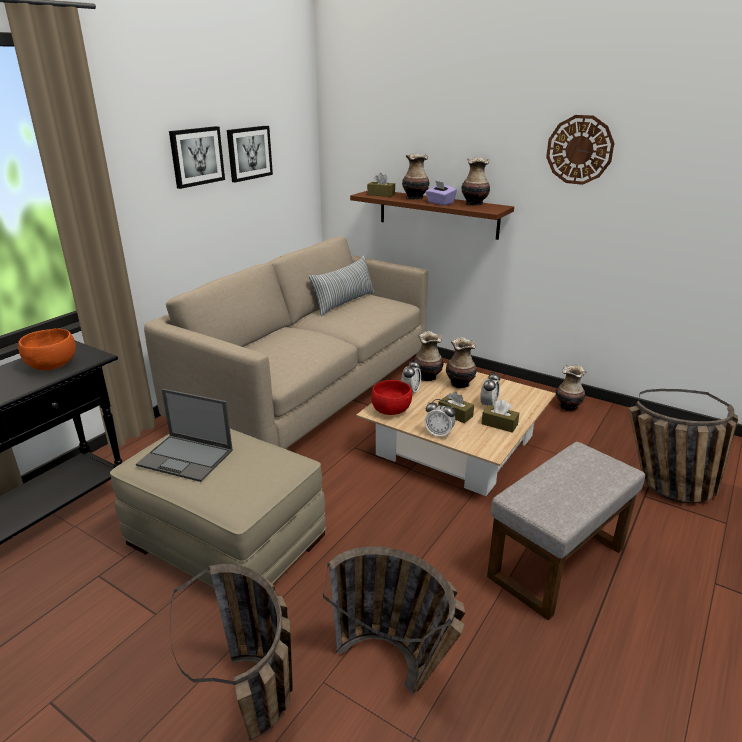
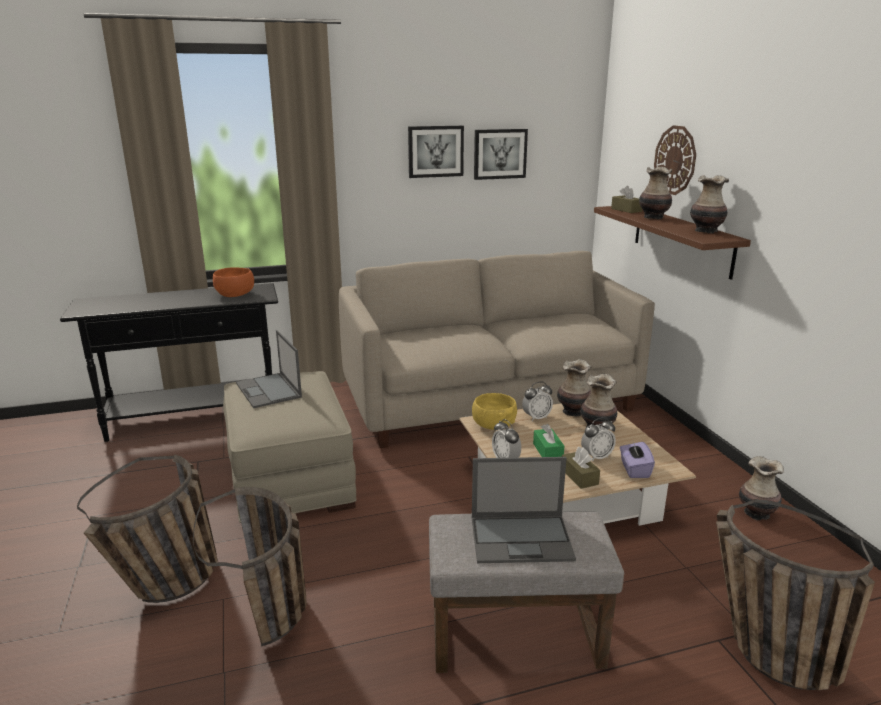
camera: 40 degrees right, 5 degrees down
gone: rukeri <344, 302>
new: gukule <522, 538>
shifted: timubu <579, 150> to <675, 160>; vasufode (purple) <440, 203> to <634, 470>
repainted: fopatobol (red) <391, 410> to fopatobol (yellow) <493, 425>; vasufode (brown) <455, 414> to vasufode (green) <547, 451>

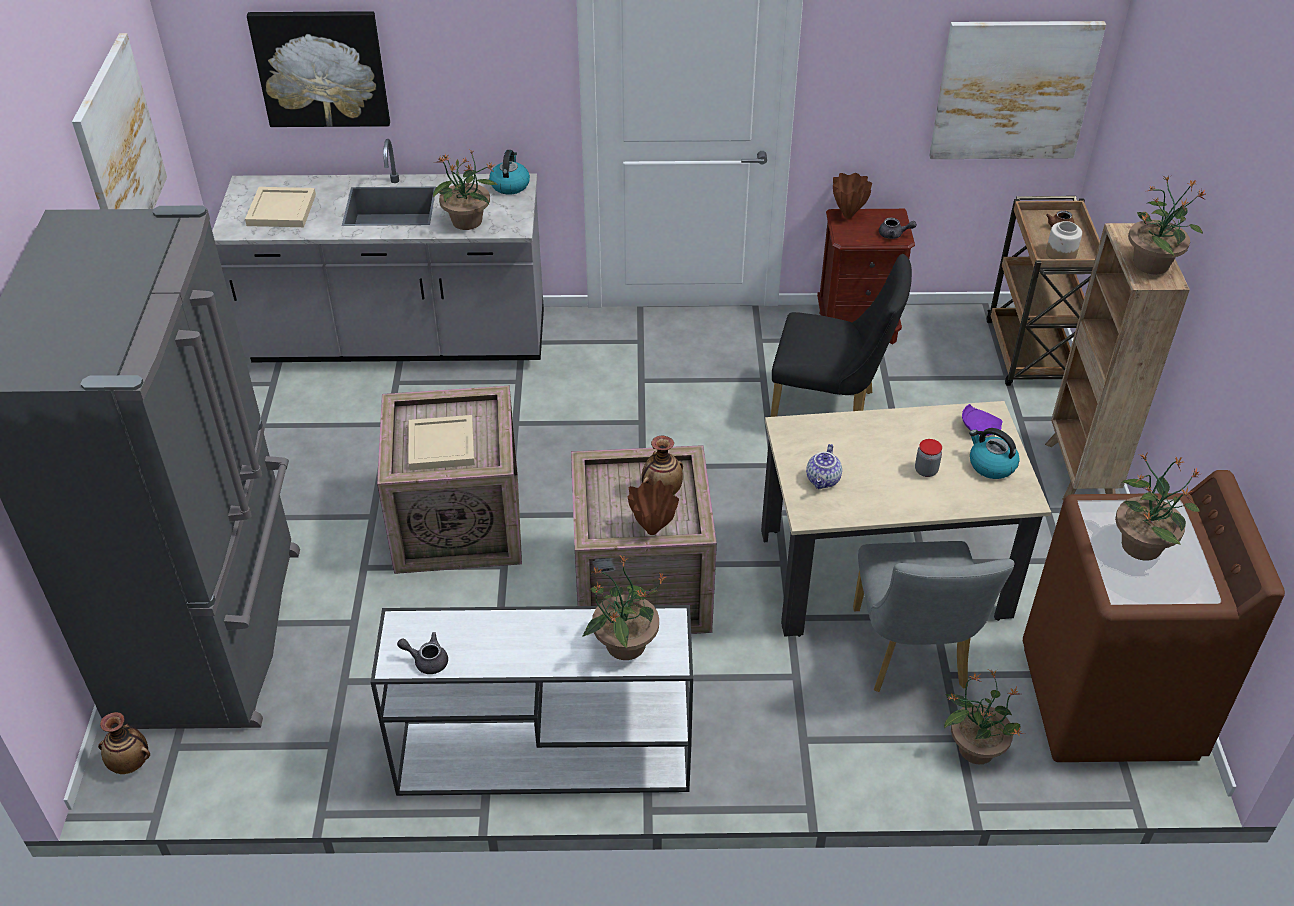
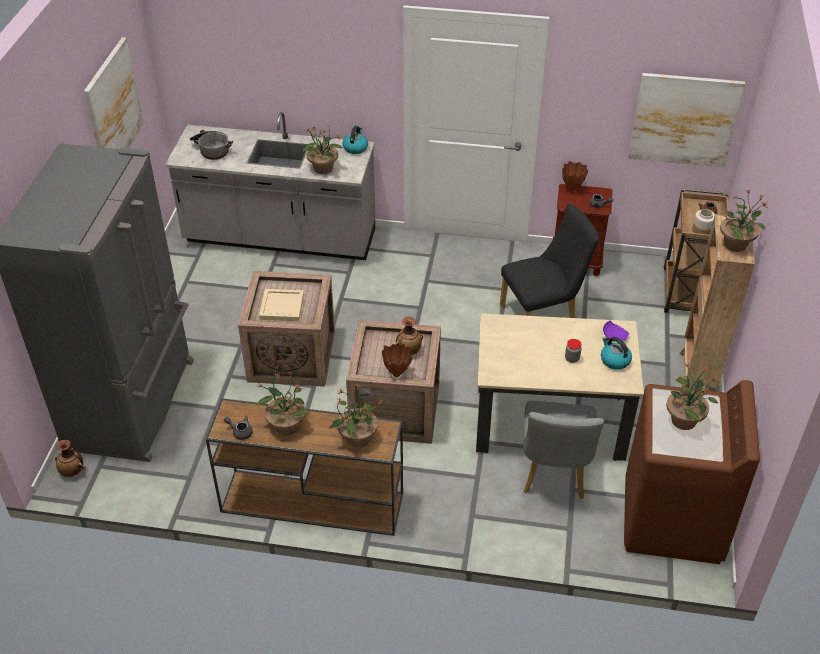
camera: 10 degrees right, 0 degrees up
gone: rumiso <321, 68>; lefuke <823, 480>
shifted: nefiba <975, 748> to <286, 426>
swapped: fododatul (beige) <280, 210> to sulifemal <211, 150>
repainted: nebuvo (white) <541, 757> to nebuvo (brown) <310, 502>
rotated: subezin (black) <830, 411> = <543, 315> 45 degrees counterclockwise

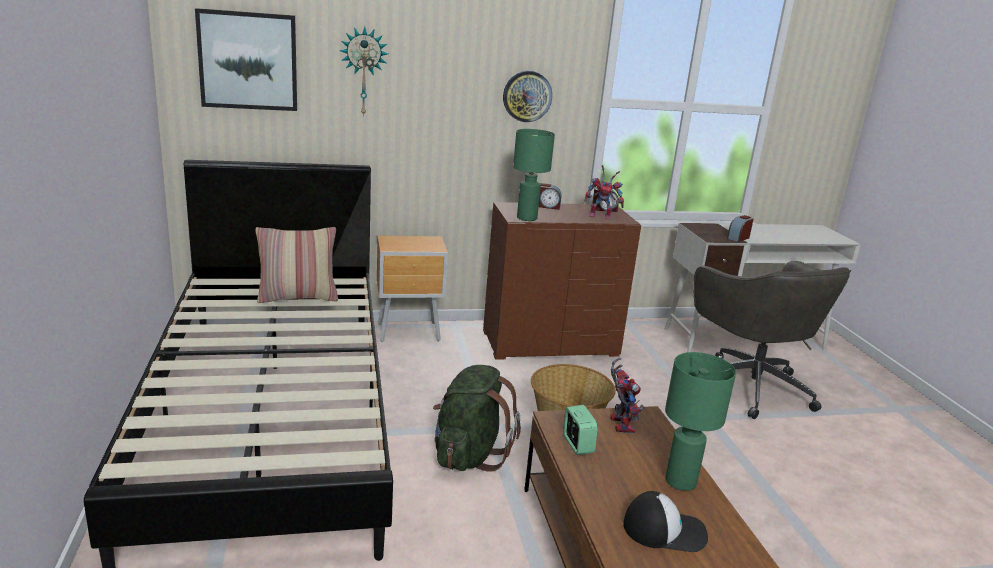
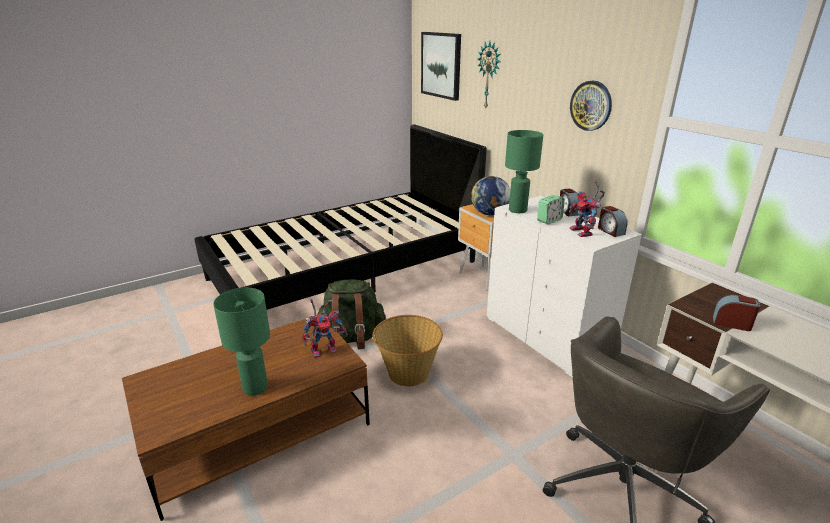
camera: 70 degrees right, 5 degrees up
gone: rukeri <298, 297>; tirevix <664, 529>
new: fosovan <489, 214>
shifted: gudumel <577, 445> to <549, 220>
repainted: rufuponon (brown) <549, 342> to rufuponon (white) <548, 335>

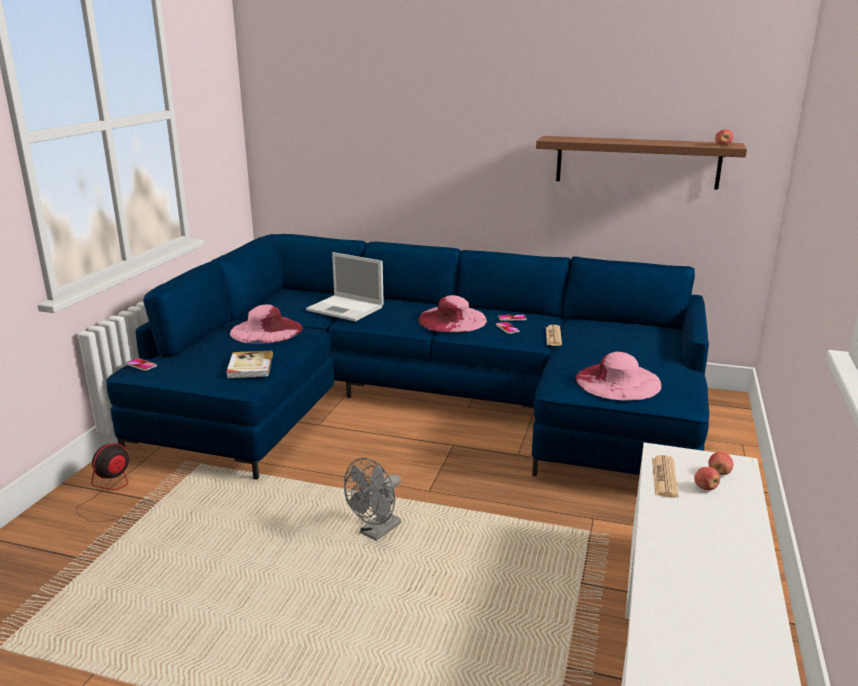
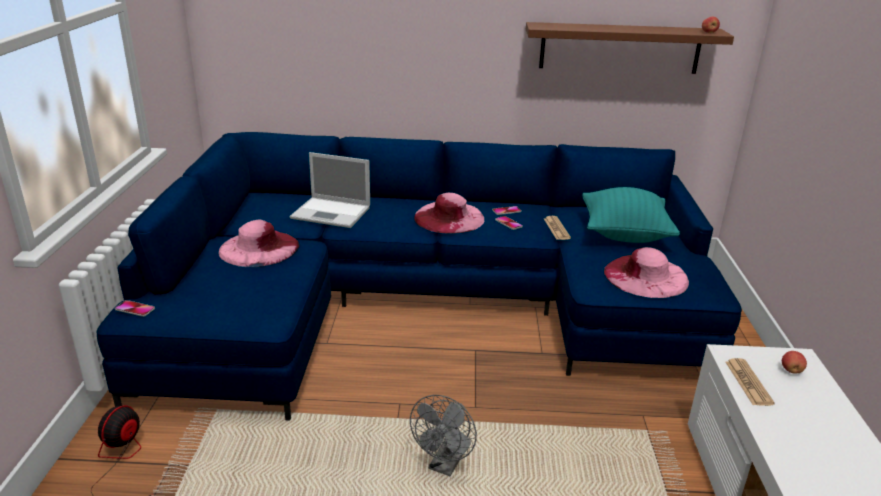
camera: 15 degrees left, 5 degrees up
gone: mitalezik <249, 367>; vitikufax <705, 488>
new: rukeri (turquoise) <624, 234>

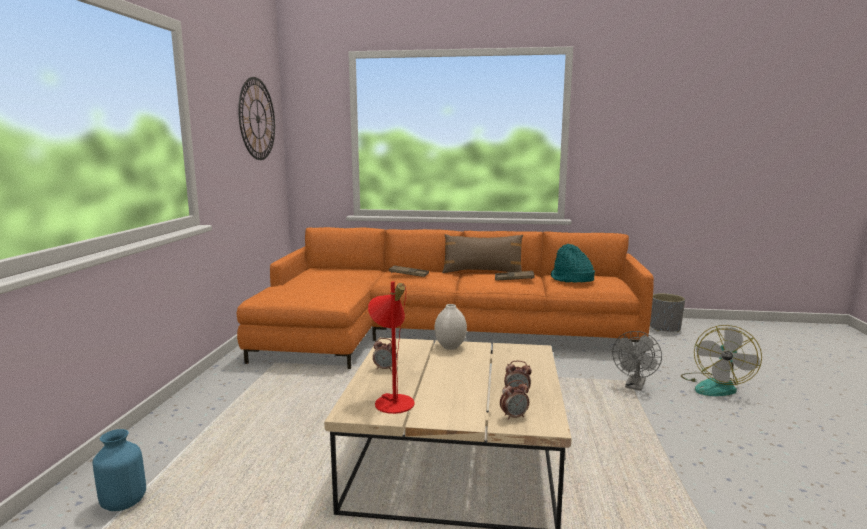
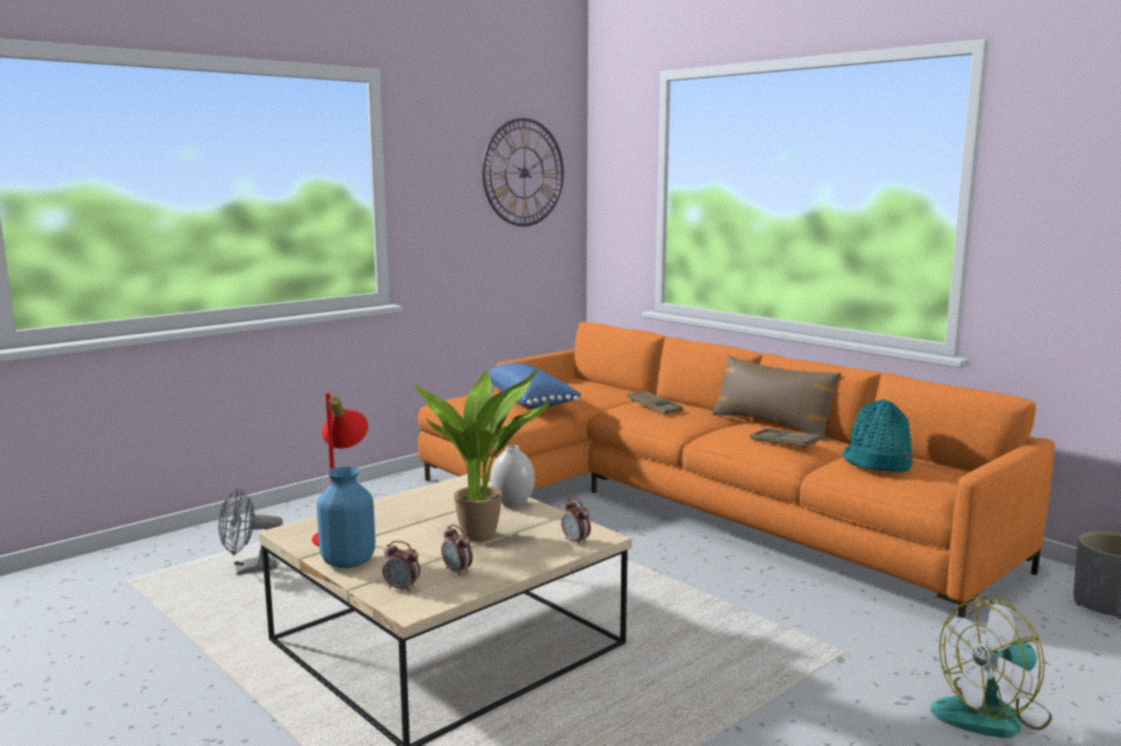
camera: 40 degrees right, 0 degrees up
new: rukeri (blue) <531, 401>; nefiba <483, 535>
shifted: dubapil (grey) <635, 386> to <249, 569>; gudumel <385, 368> to <576, 541>; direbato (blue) <123, 503> to <347, 562>

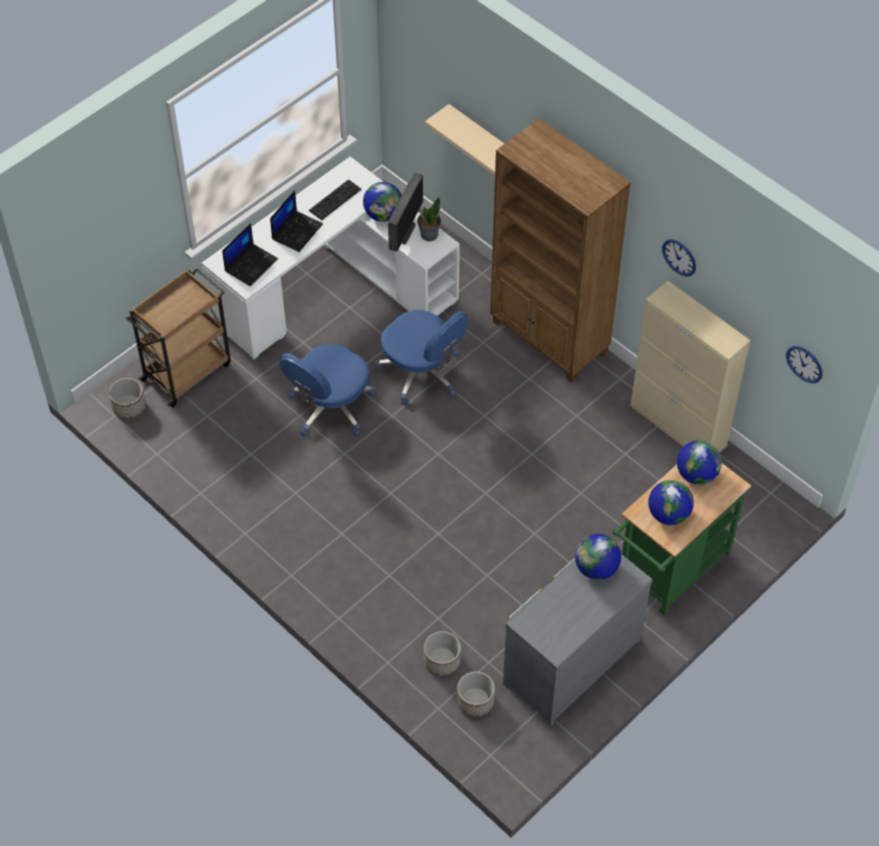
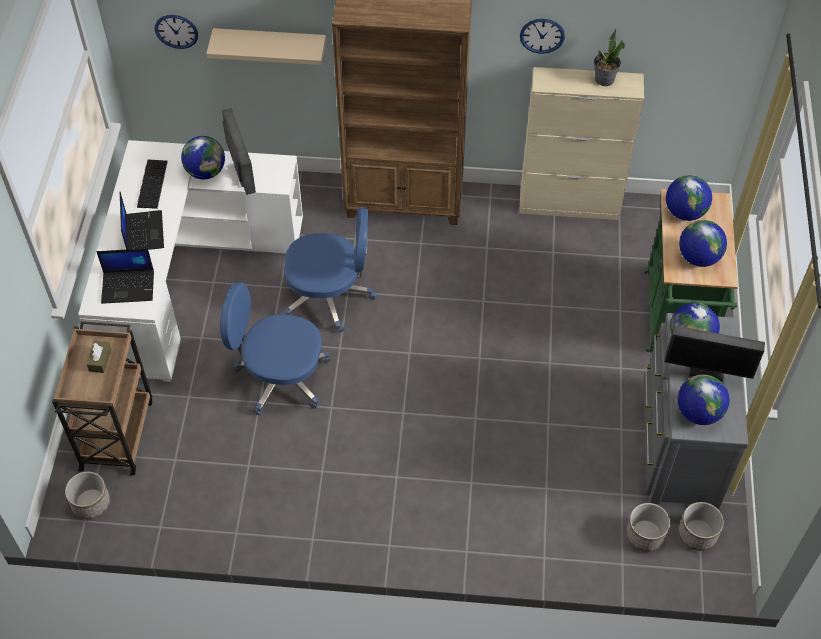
camera: 40 degrees left, 0 degrees up
new: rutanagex <706, 373>; vasufode (brown) <100, 360>; fosovan <698, 412>
shifted: nefiba <429, 234> to <604, 79>; timubu <804, 364> to <176, 31>; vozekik <442, 661> to <697, 534>
rotated: gukule <251, 264> = <129, 286> 90 degrees clockwise; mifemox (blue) <330, 408> = <280, 377> 105 degrees clockwise

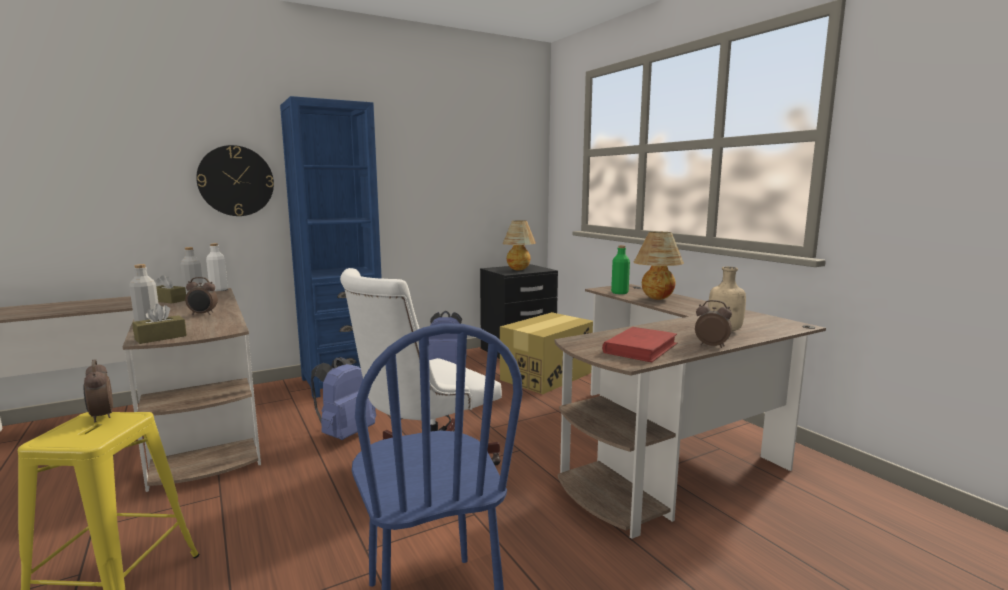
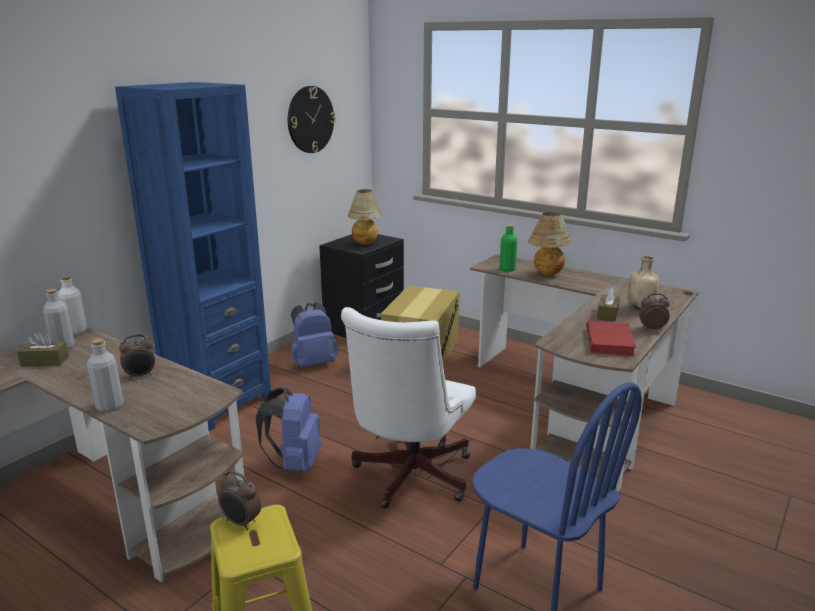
camera: 25 degrees left, 10 degrees up
shifted: timubu <236, 181> to <310, 119>; vasufode (brown) <161, 337> to <607, 314>

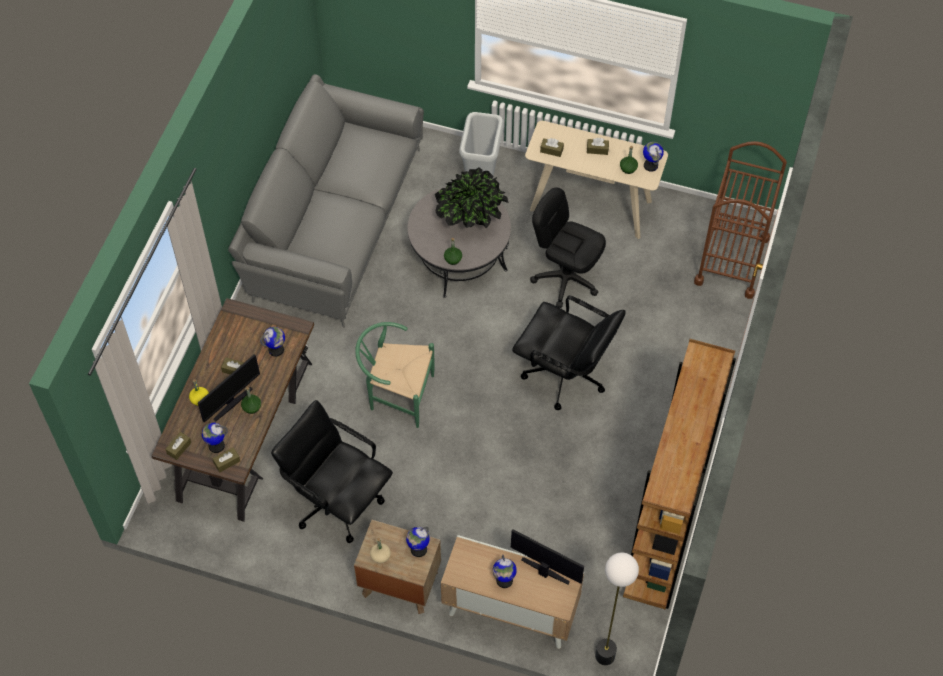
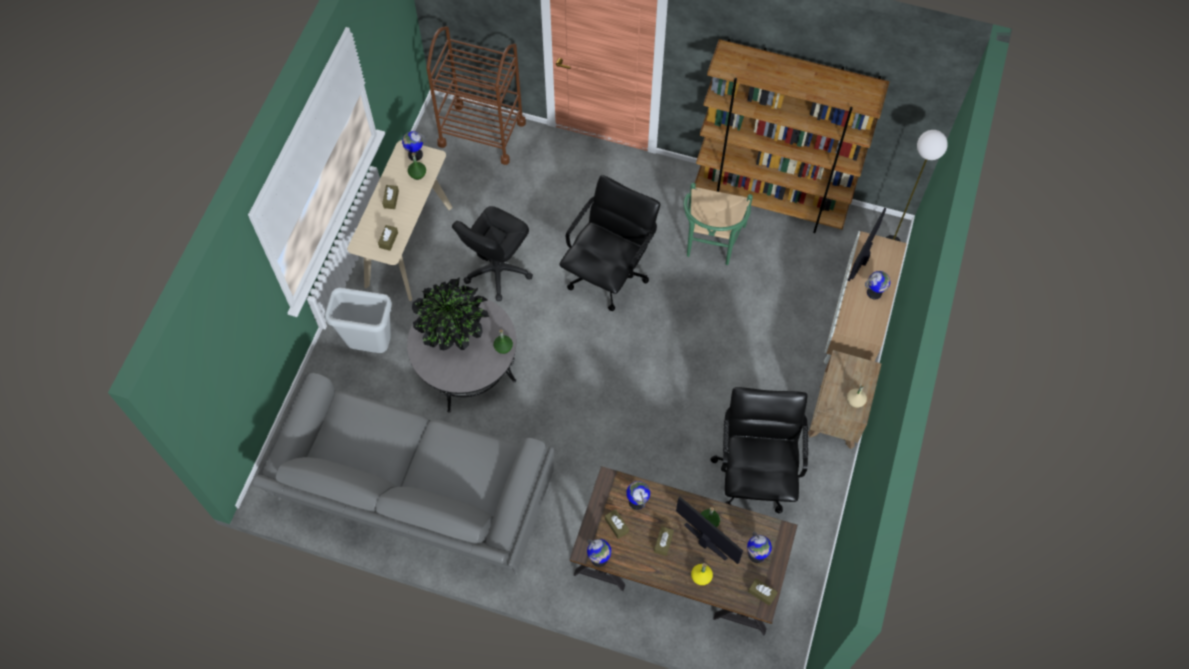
camera: 90 degrees left, 5 degrees up
shifted: subezin (green) <396, 395> to <711, 244>; vasufode (brown) <227, 462> to <616, 525>; fosovan <418, 549> to <599, 558>
rotated: mifemox (black) <337, 501> = <755, 475> 150 degrees clockwise

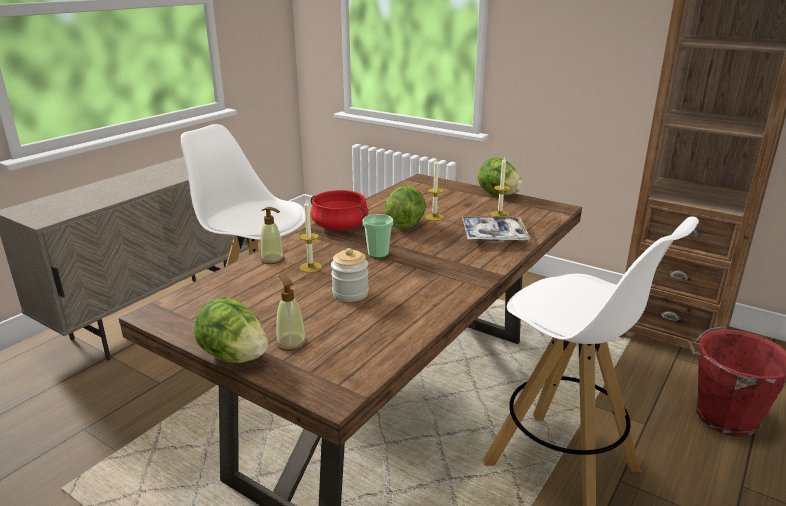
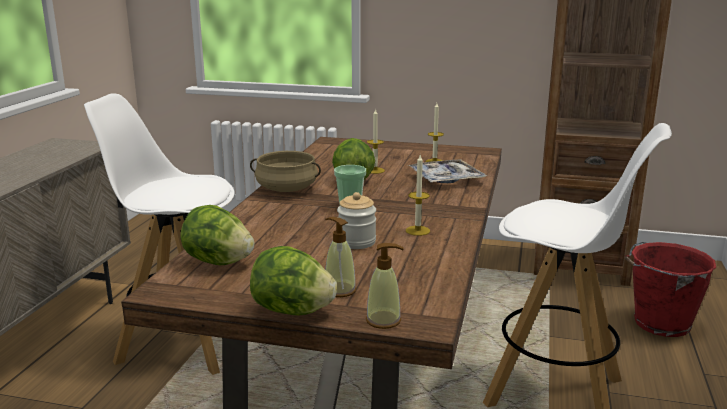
camera: 20 degrees left, 5 degrees down
shifted: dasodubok <498, 194> to <218, 262>; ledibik <310, 267> to <417, 230>; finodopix <272, 259> to <383, 320>
repainted: sulifemal (red) <339, 226> to sulifemal (beige) <286, 189>

